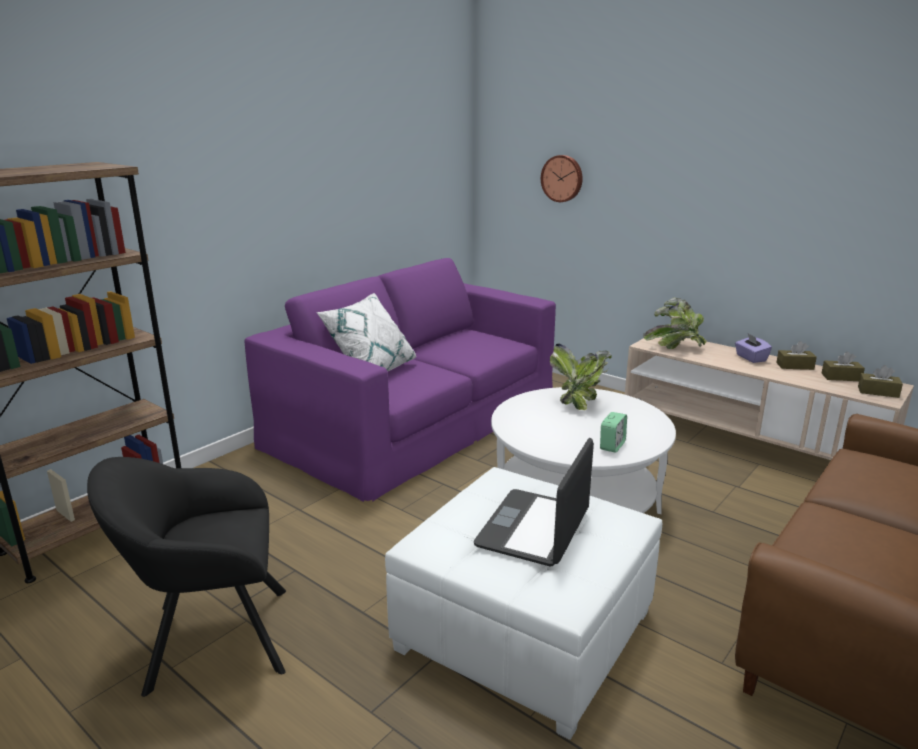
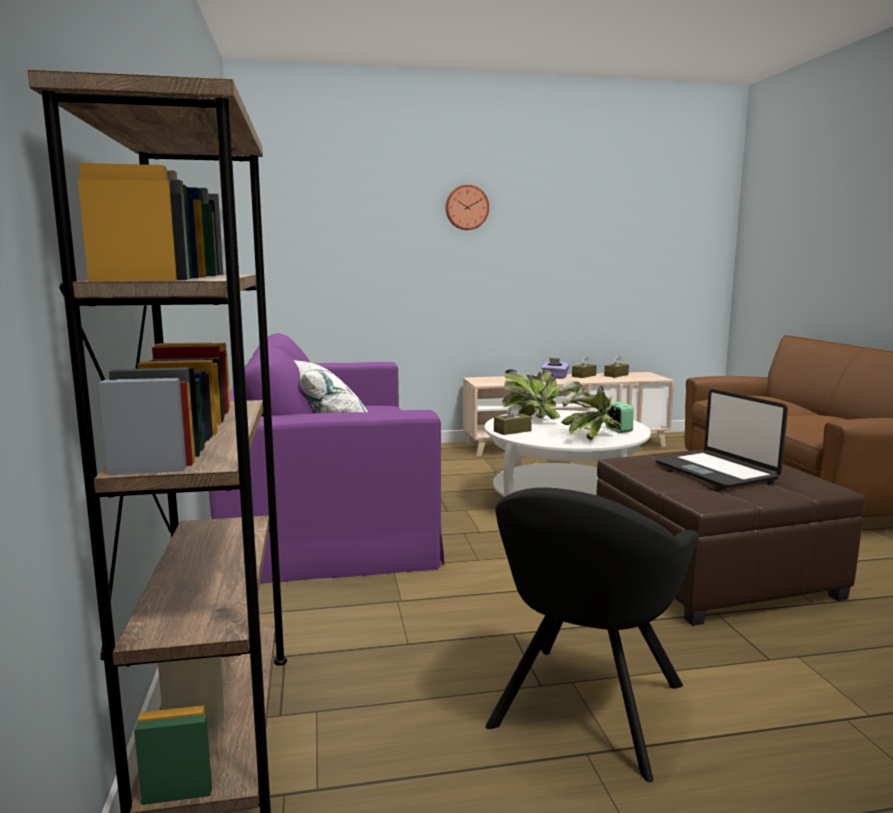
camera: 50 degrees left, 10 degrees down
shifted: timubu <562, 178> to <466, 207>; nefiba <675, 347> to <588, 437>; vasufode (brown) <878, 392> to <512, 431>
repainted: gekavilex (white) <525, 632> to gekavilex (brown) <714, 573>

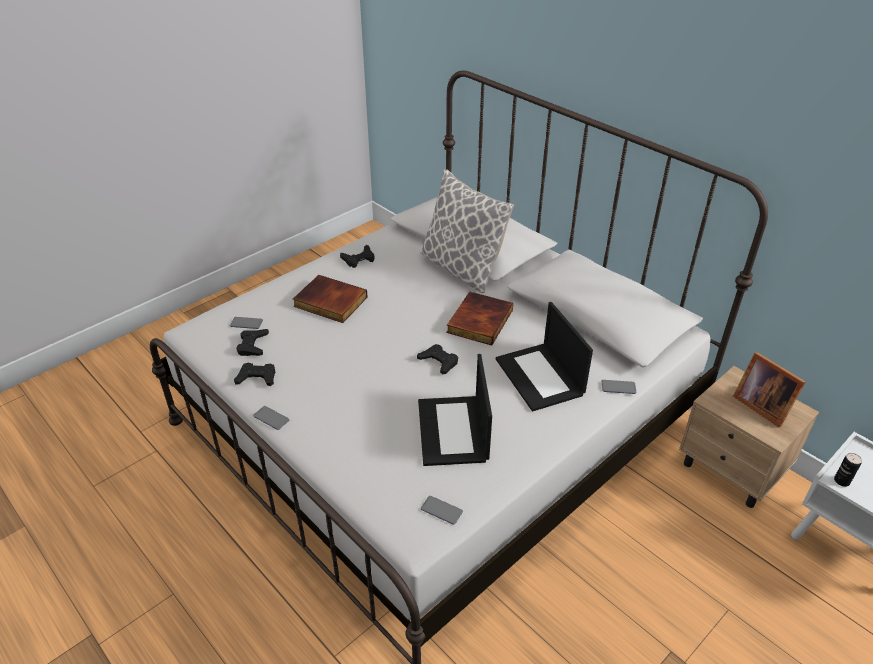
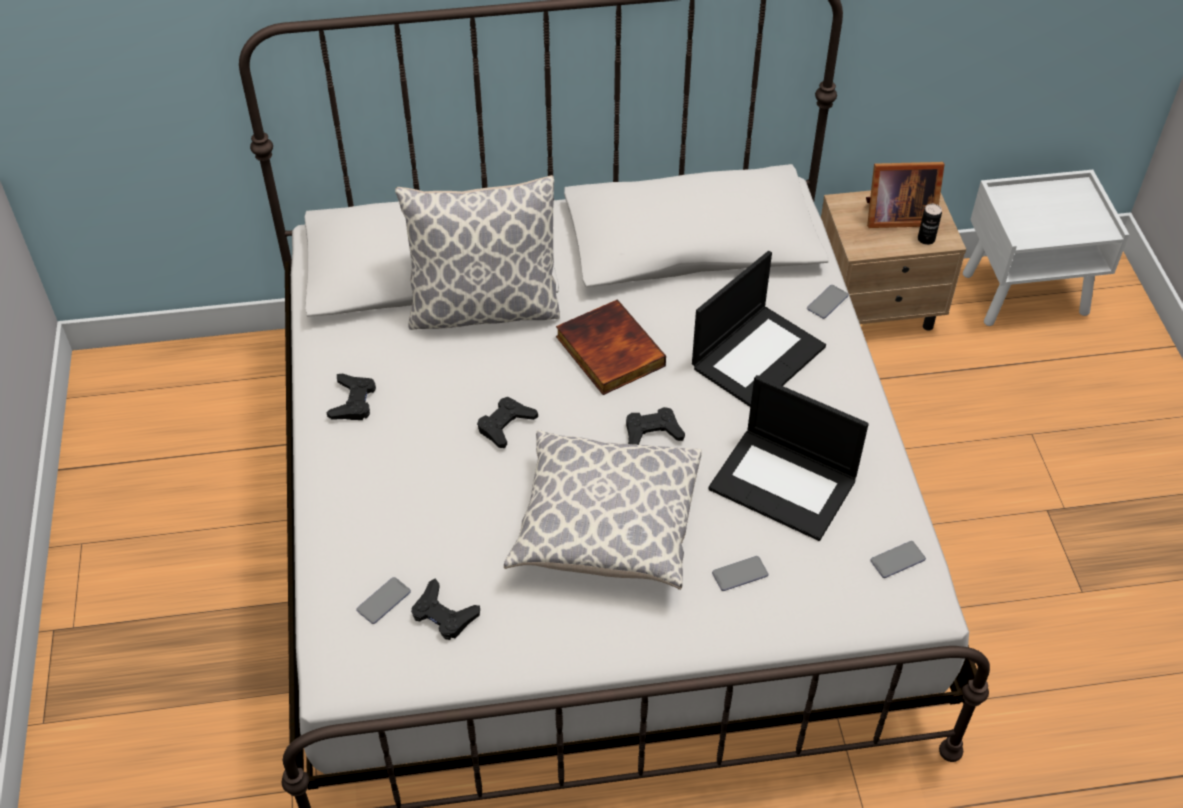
camera: 55 degrees left, 10 degrees up
gone: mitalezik <329, 302>
new: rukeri <605, 528>
shifted: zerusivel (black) <257, 378> to <506, 425>; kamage <271, 418> to <740, 574>; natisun <841, 481> to <926, 239>
rotated: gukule <540, 377> = <758, 355> 60 degrees counterclockwise

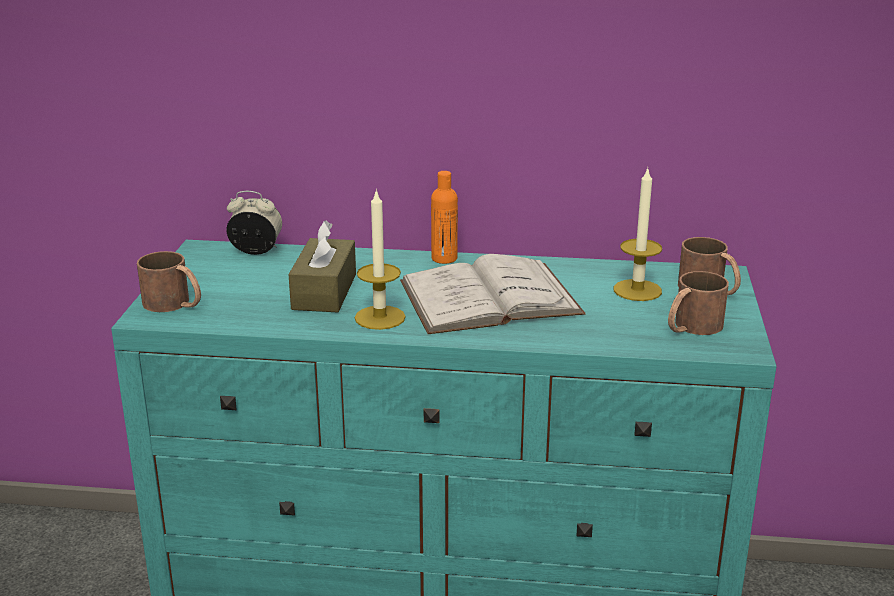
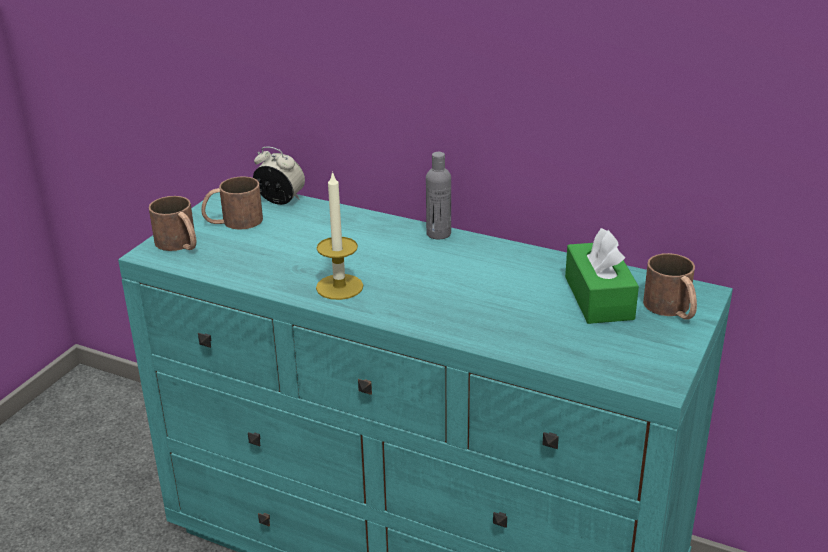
camera: 20 degrees right, 5 degrees up
gone: vasufode (brown) <324, 291>; mitalezik (white) <489, 297>
shifted: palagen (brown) <691, 327> to <233, 222>
swapped: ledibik <637, 290> to vasufode (green) <598, 298>
repainted: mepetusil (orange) <444, 258> to mepetusil (grey) <438, 233>

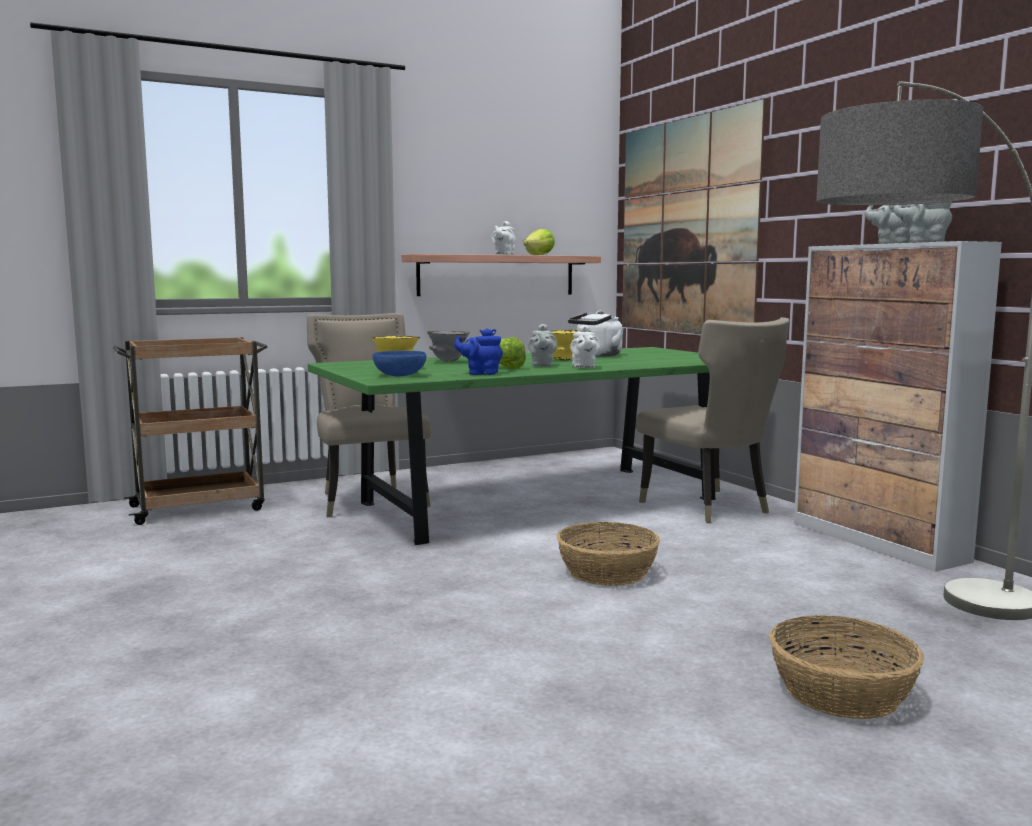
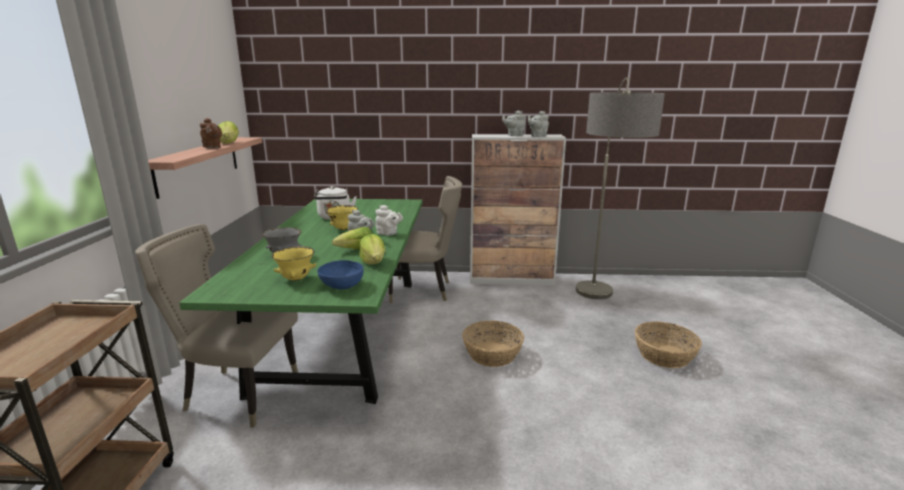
camera: 60 degrees left, 10 degrees up
gone: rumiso <686, 227>
swapped: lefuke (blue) <481, 373> to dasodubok <373, 262>
repainted: lefuke (white) <504, 254> to lefuke (brown) <212, 147>

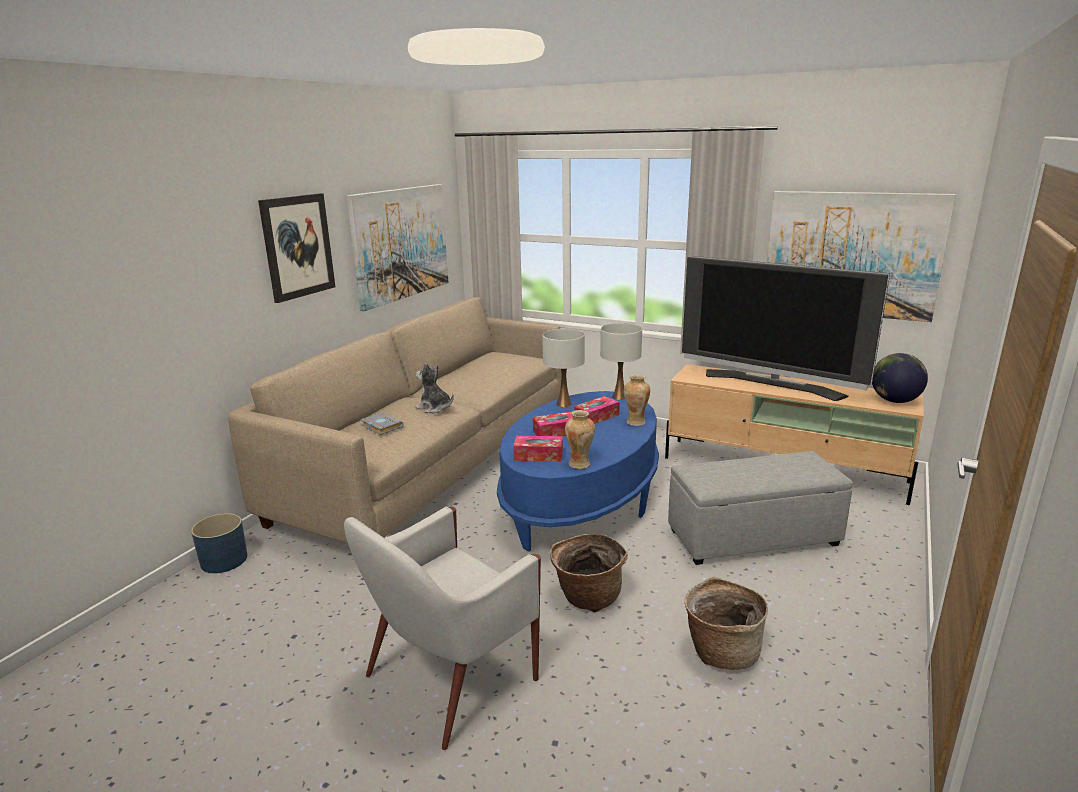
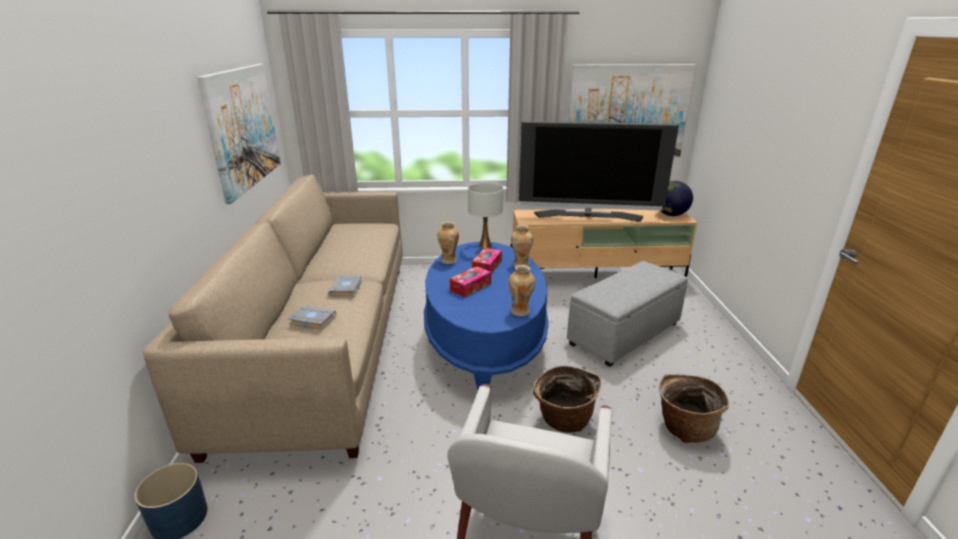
camera: 30 degrees left, 5 degrees up
gone: rumiso <297, 246>; vasufode <538, 455>
swapped: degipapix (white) <564, 404> to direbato <449, 261>; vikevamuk <434, 408> to mitalezik (grey) <347, 289>

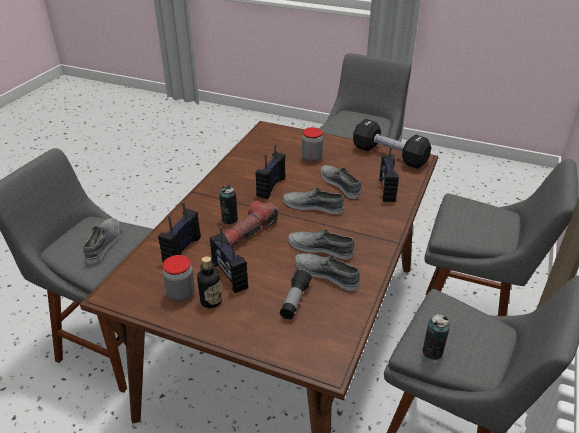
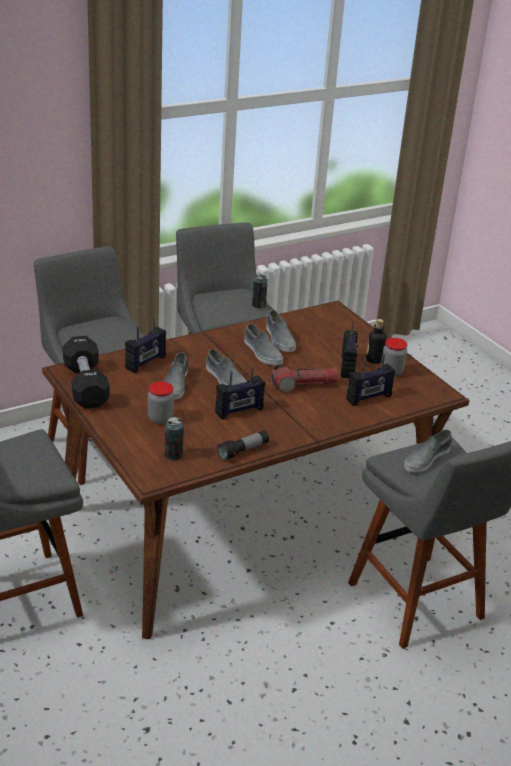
camera: 145 degrees left, 5 degrees down
shifted: natisun <229, 219> to <173, 455>; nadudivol <295, 300> to <243, 451>

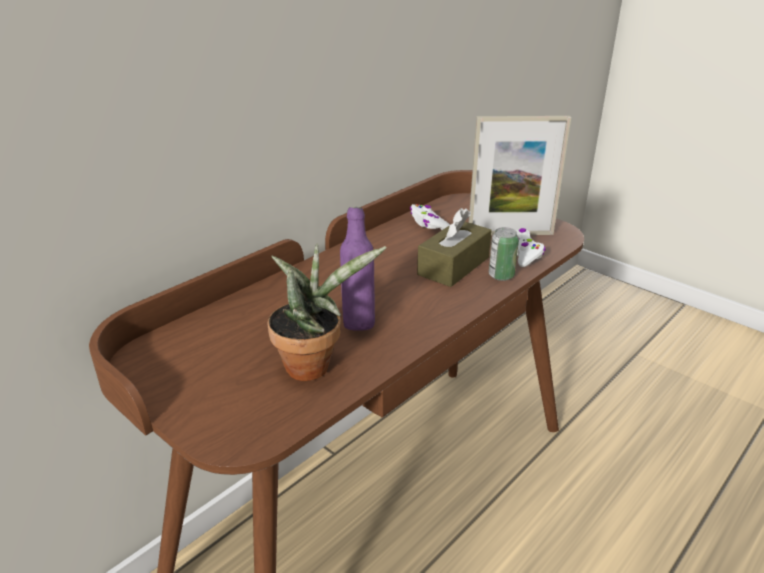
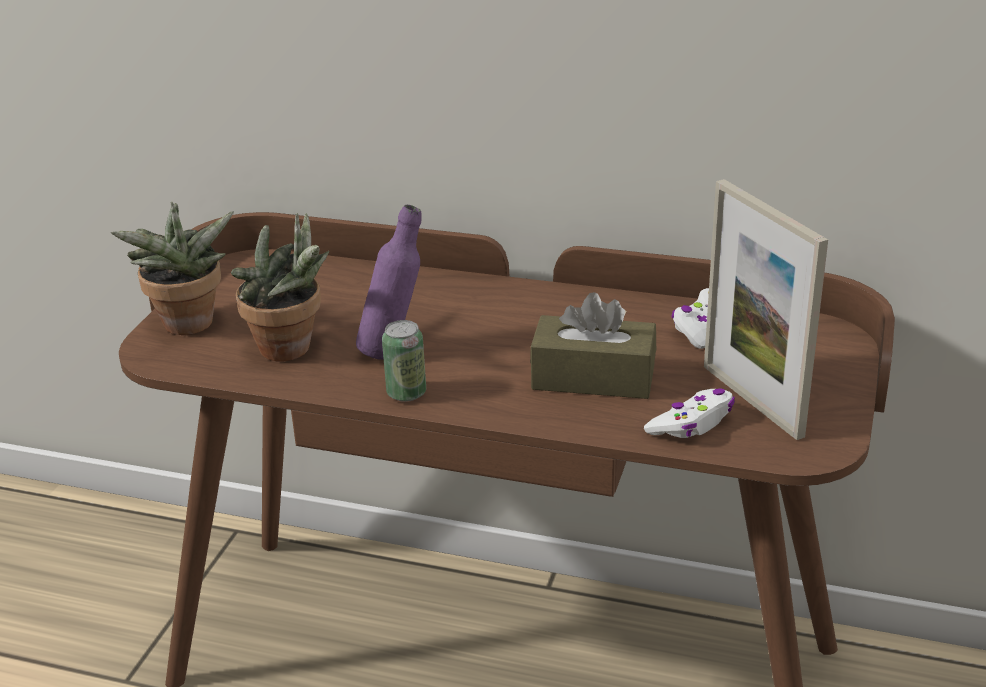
camera: 65 degrees right, 0 degrees up
new: nefiba <188, 327>
shifted: natisun <501, 276> to <406, 393>

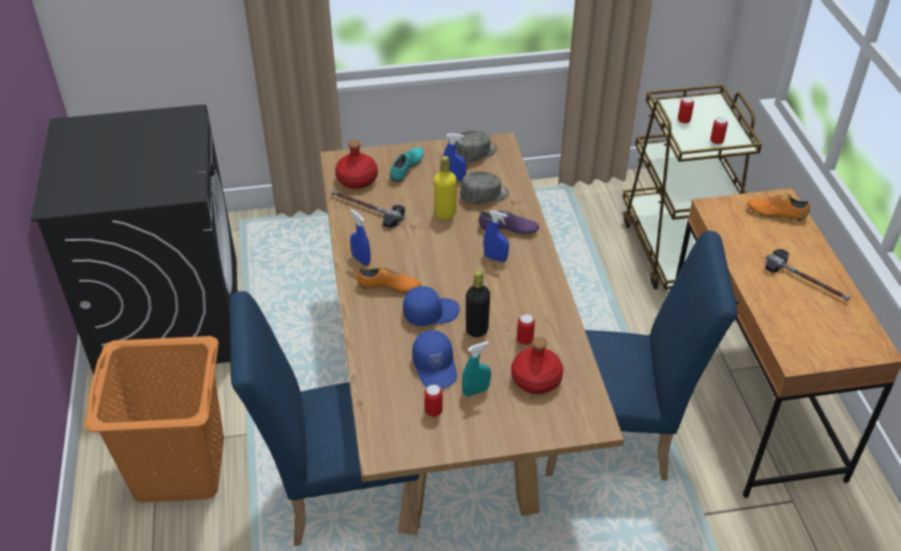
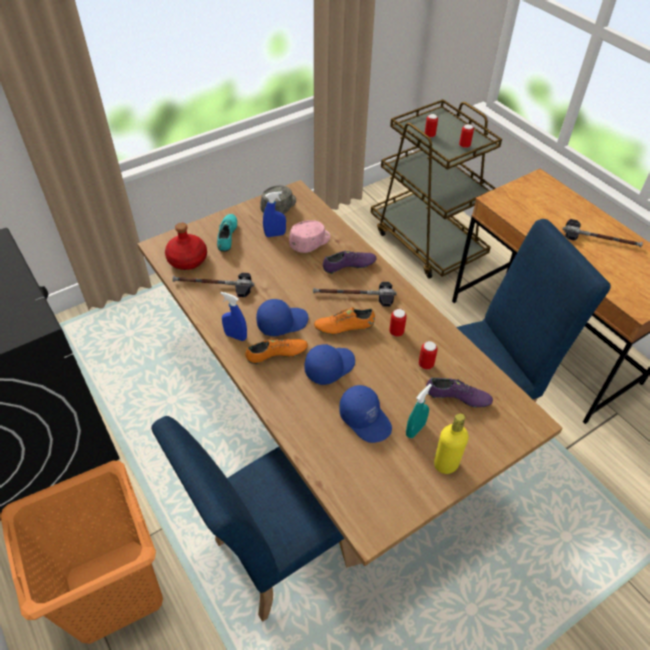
camera: 25 degrees left, 5 degrees up
gone: mepetusil (black) <477, 329>
new: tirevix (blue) <282, 322>
shifted: mepetusil (yellow) <445, 214> to <446, 464>; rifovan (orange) <776, 213> to <344, 327>; natisun <433, 411> to <396, 332>
swapped: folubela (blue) <495, 258> to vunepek <354, 296>; mepetusil (red) <536, 379> to rifovan (purple) <457, 398>
repainted: tirevix (grey) <484, 196> to tirevix (pink) <310, 242>

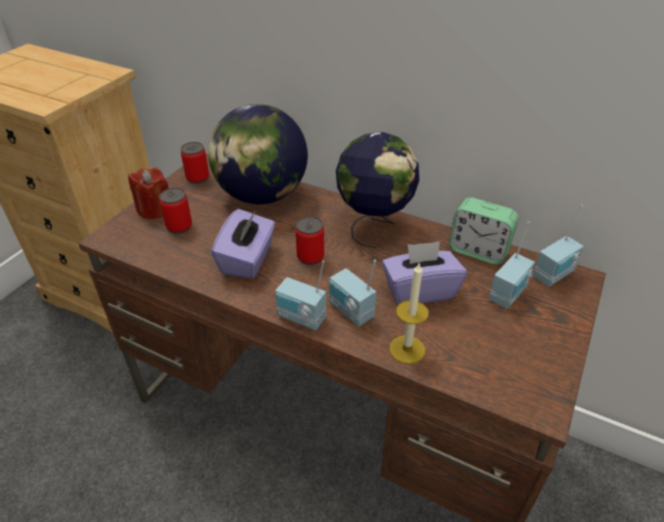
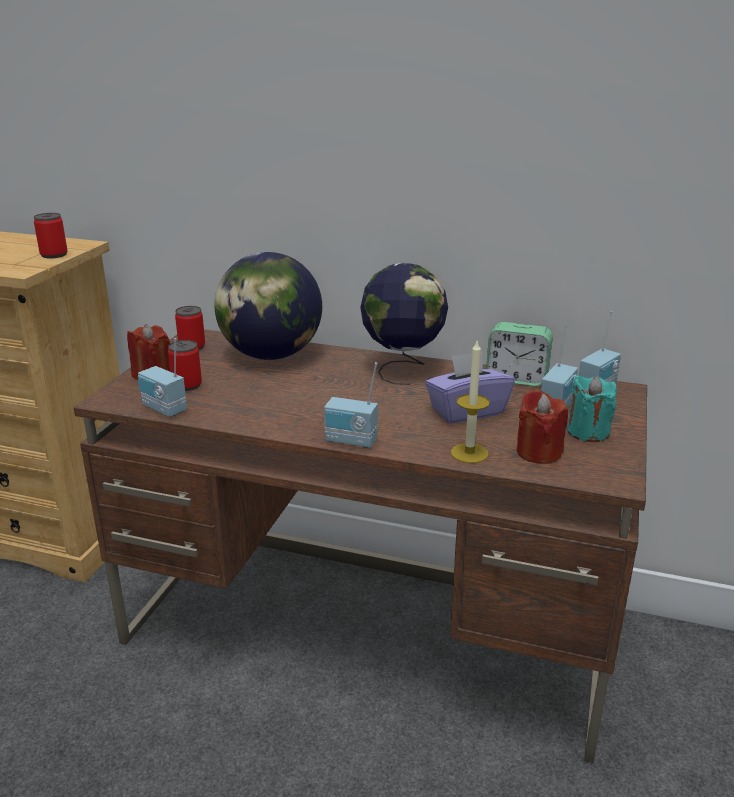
camera: 10 degrees left, 15 degrees down
gone: vasufode (purple) <248, 260>
new: ledibik (turquoise) <588, 432>; ledibik (red) <538, 452>
shifted: natisun <310, 256> to <54, 255>; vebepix <350, 311> to <163, 409>

